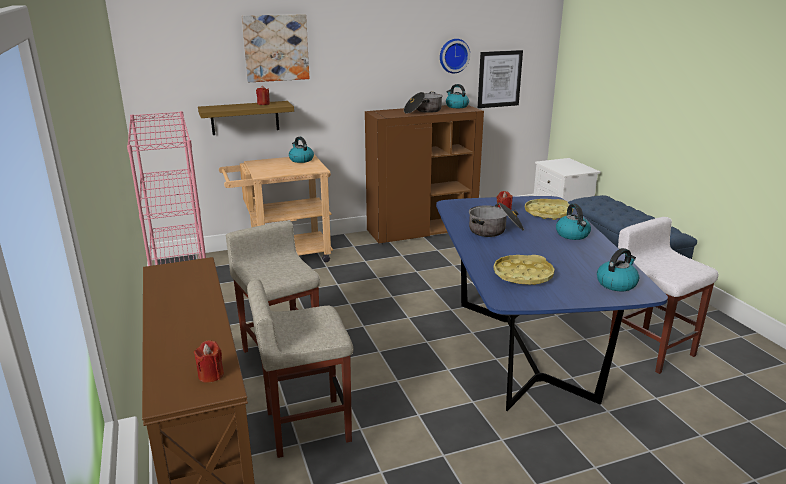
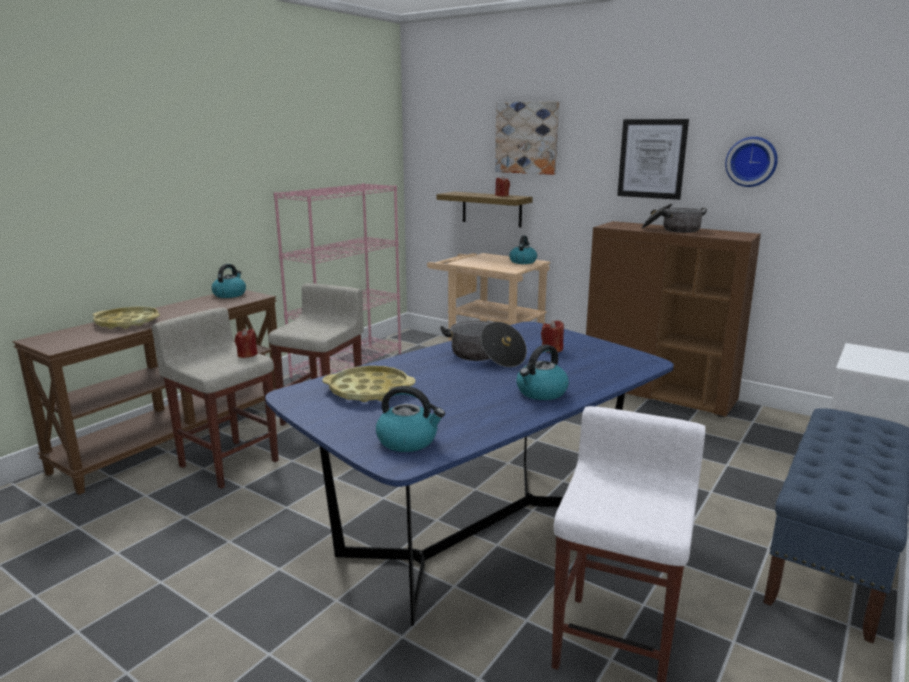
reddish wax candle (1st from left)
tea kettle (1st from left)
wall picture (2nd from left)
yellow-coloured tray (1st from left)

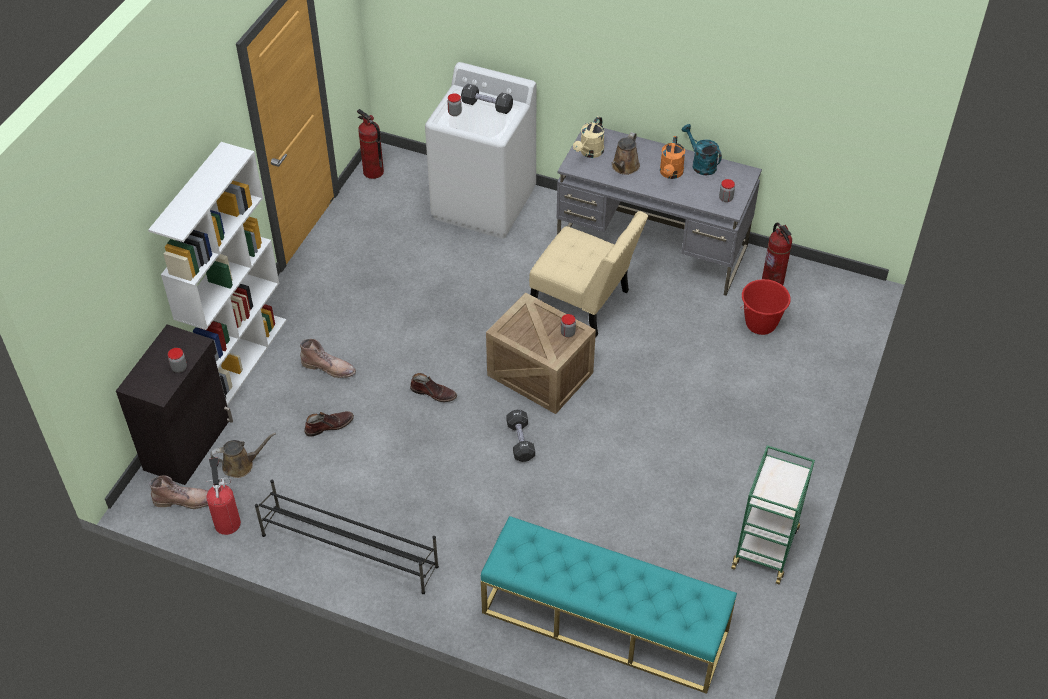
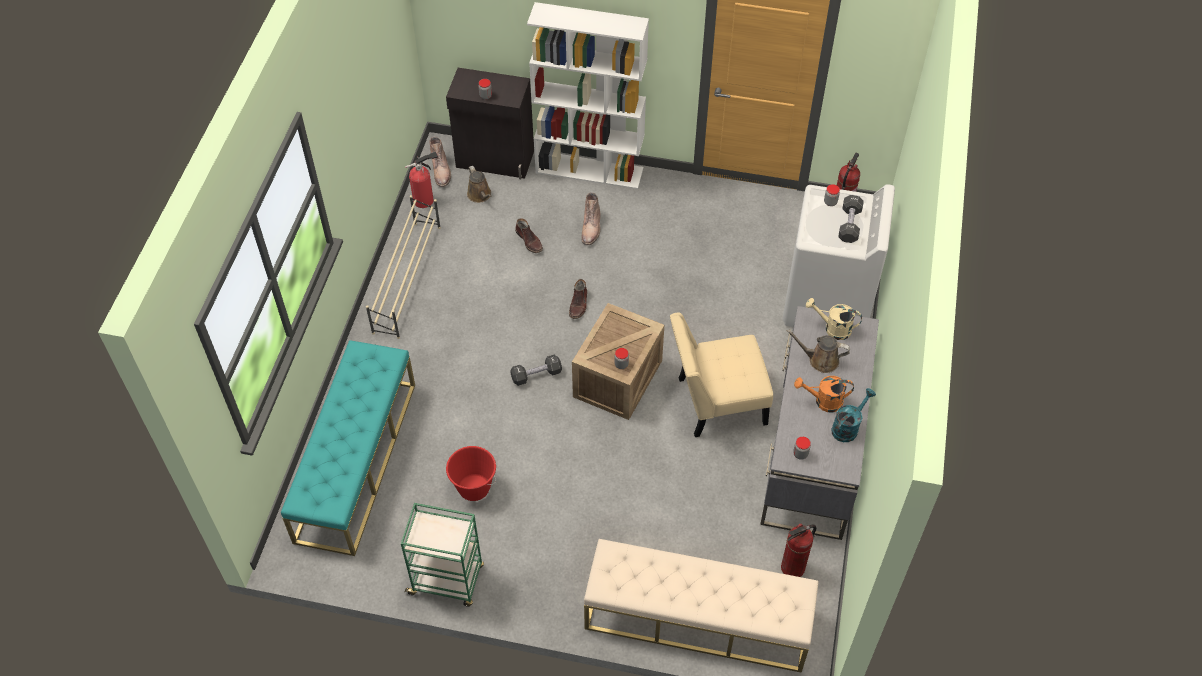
sand-coloured indoor bench
reddish pail
sand-coloured shoe rack
sand-coloured chair

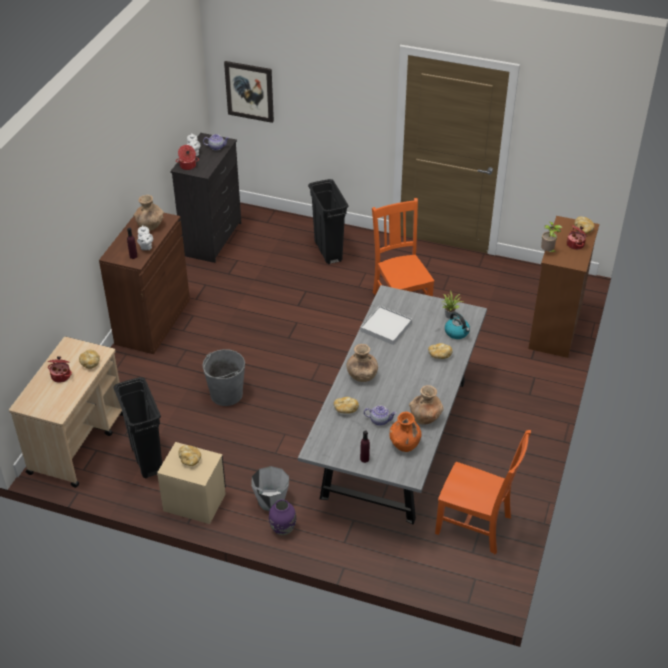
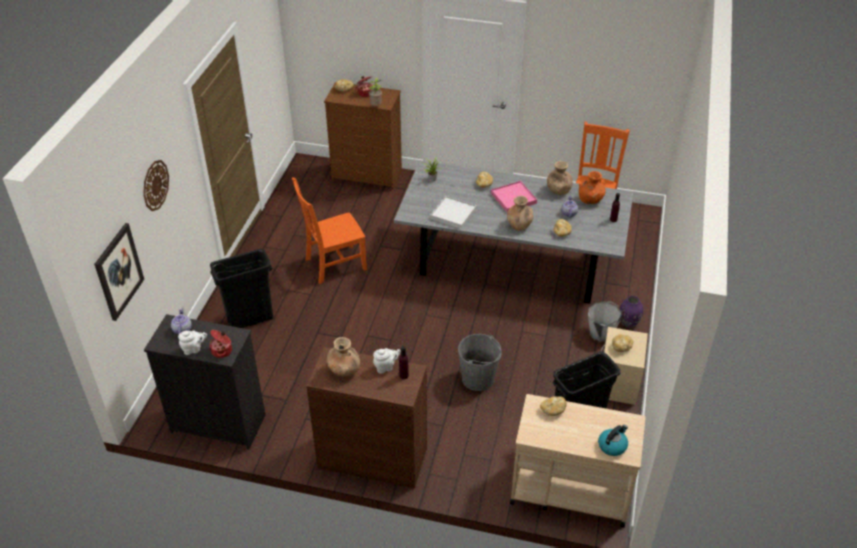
saucepot (1st from left in the first image)
wall clock
pink-coloured tray
tea kettle

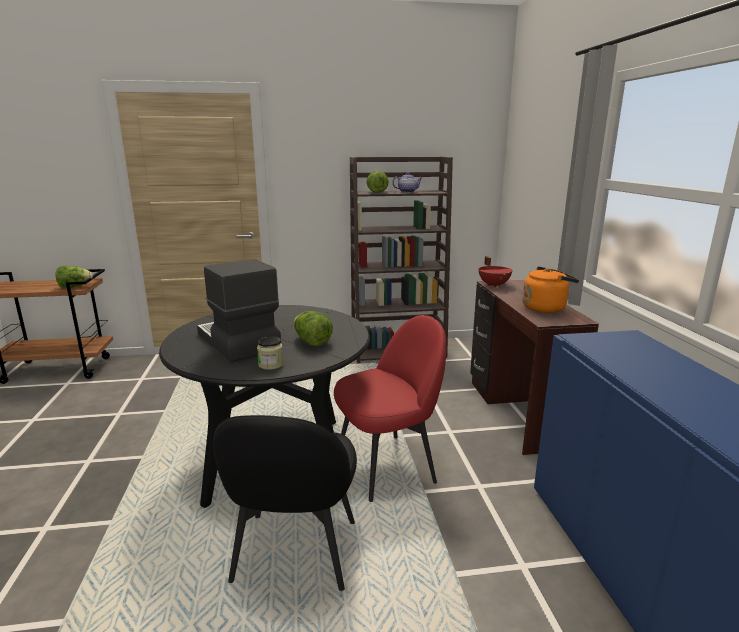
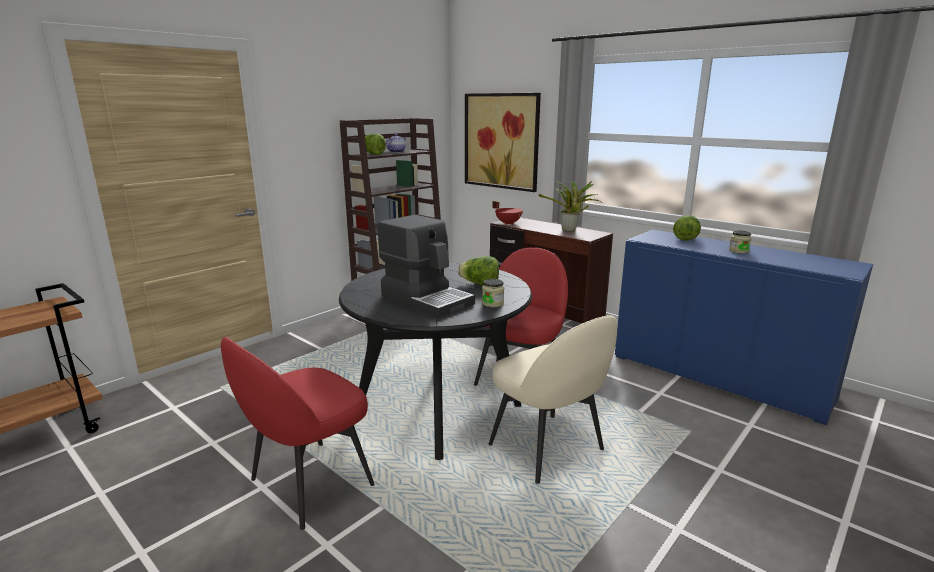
reddish chair (1st from left)
wall picture
jar (2nd from left)
lettuce head (3rd from left)
potted plant
sand-coloured chair
coffee machine

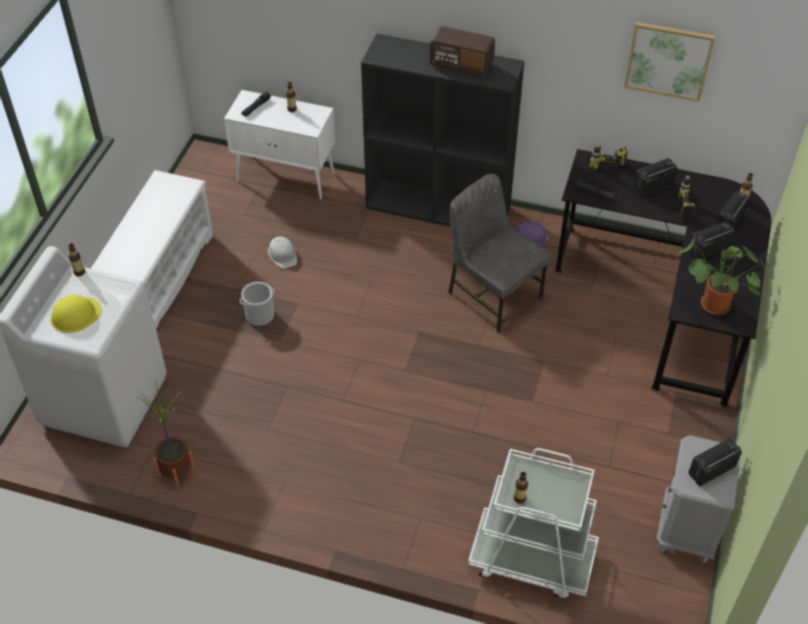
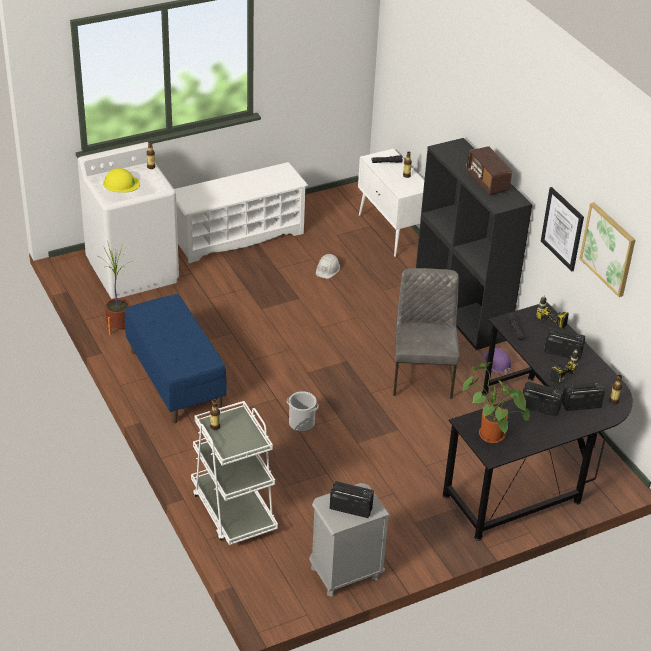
blue-coloured indoor bench
wall picture (1st from left)
pail

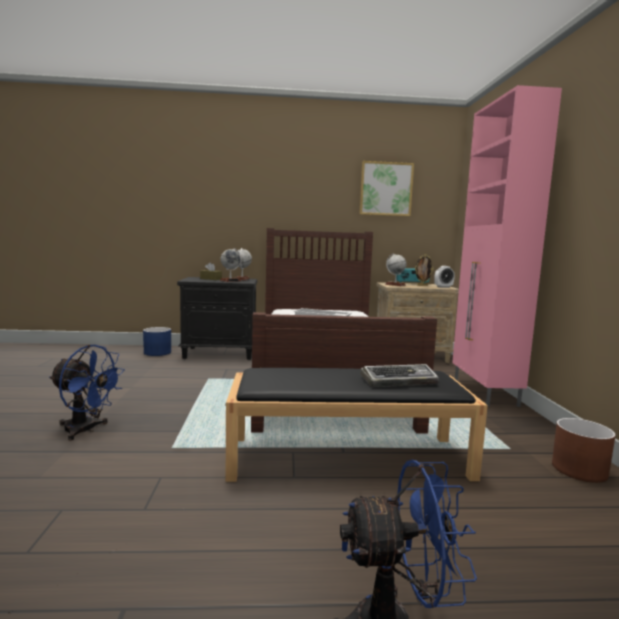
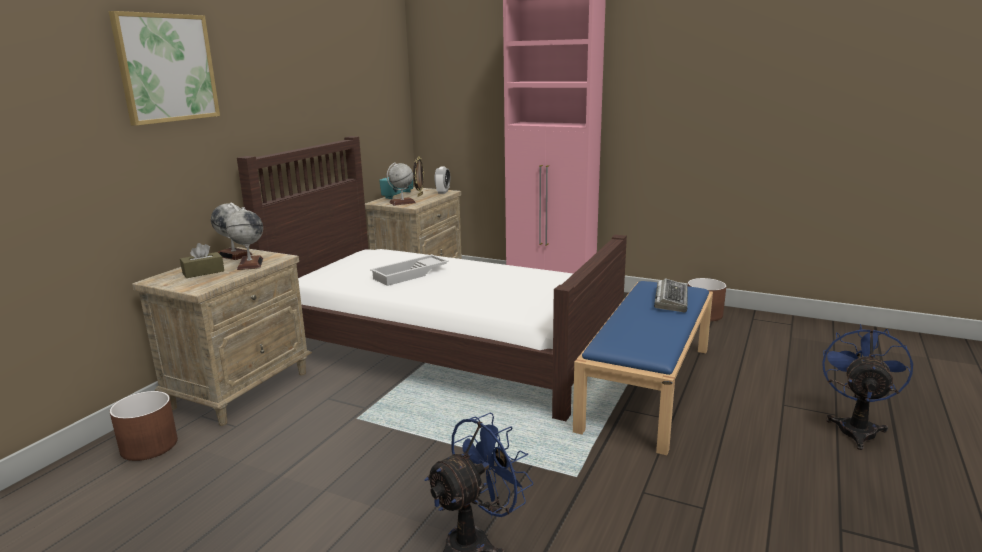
wall picture
brownish flower pot (1st from left)
sand-coloured night table (1st from left)
blue-coloured indoor bench

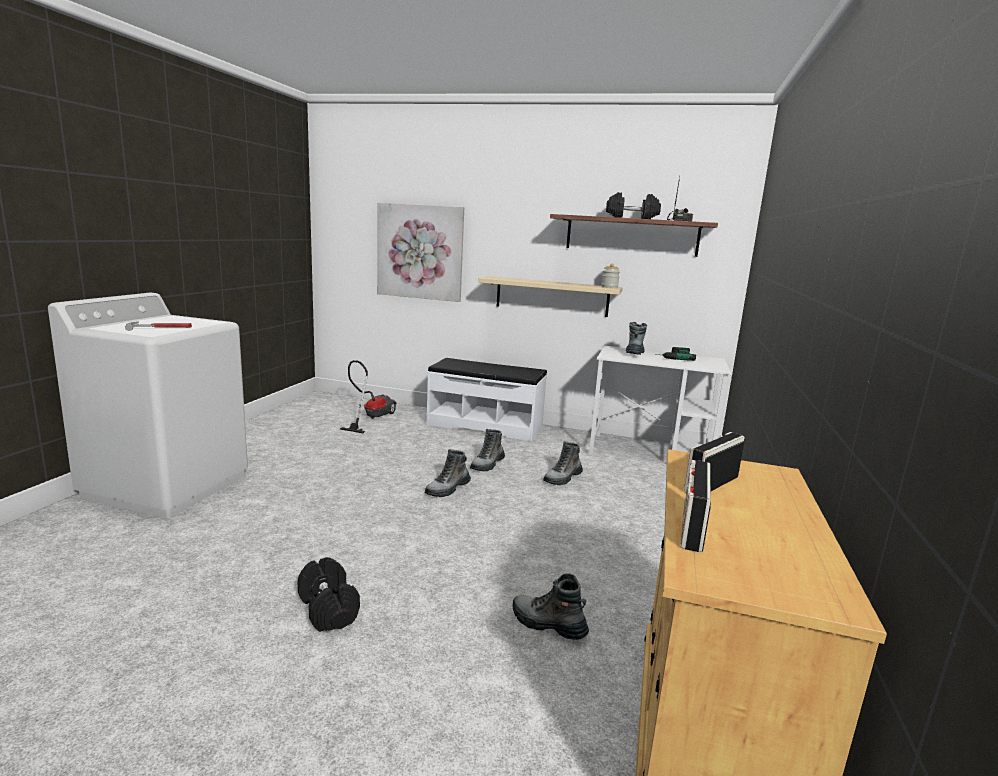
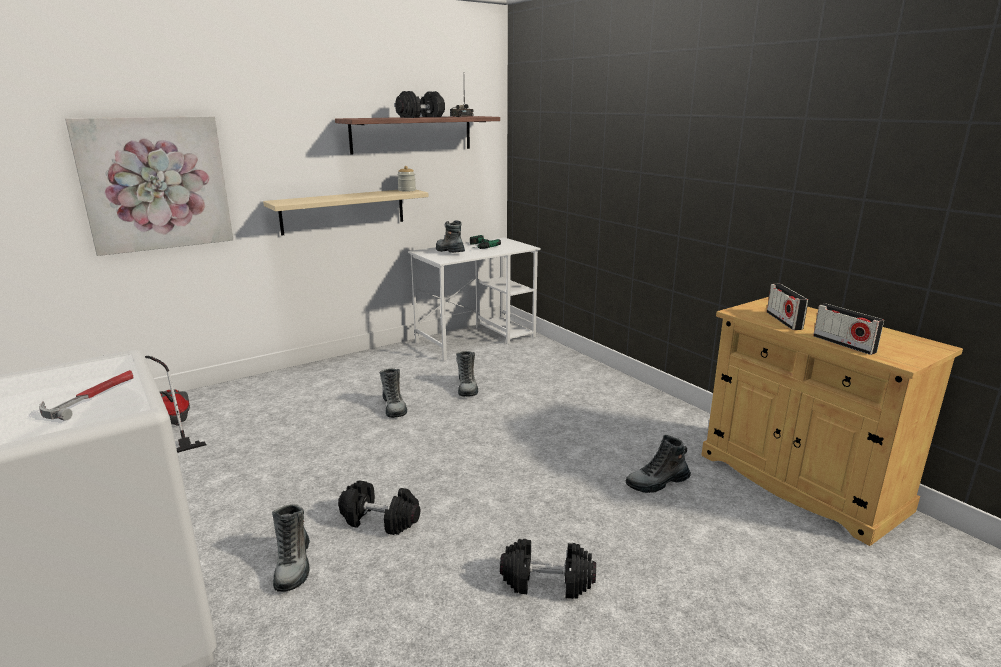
whitish indoor bench
black-coloured hand weight (1st from left)
high-top boot (1st from left)

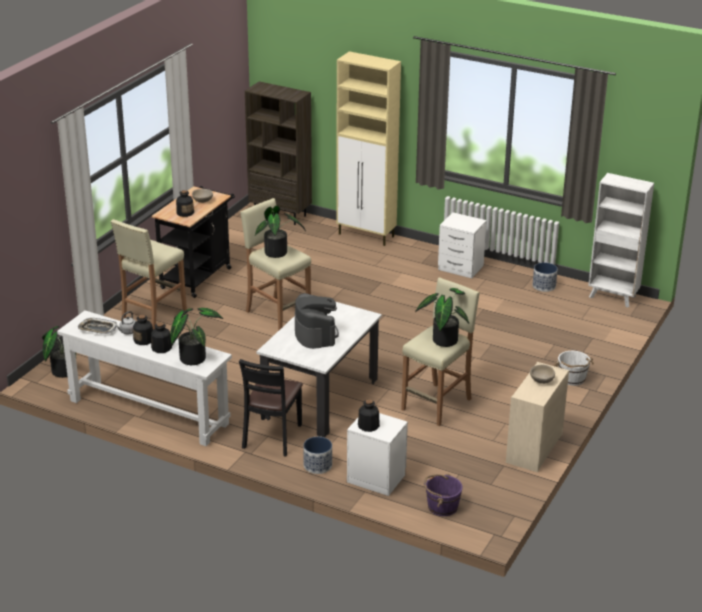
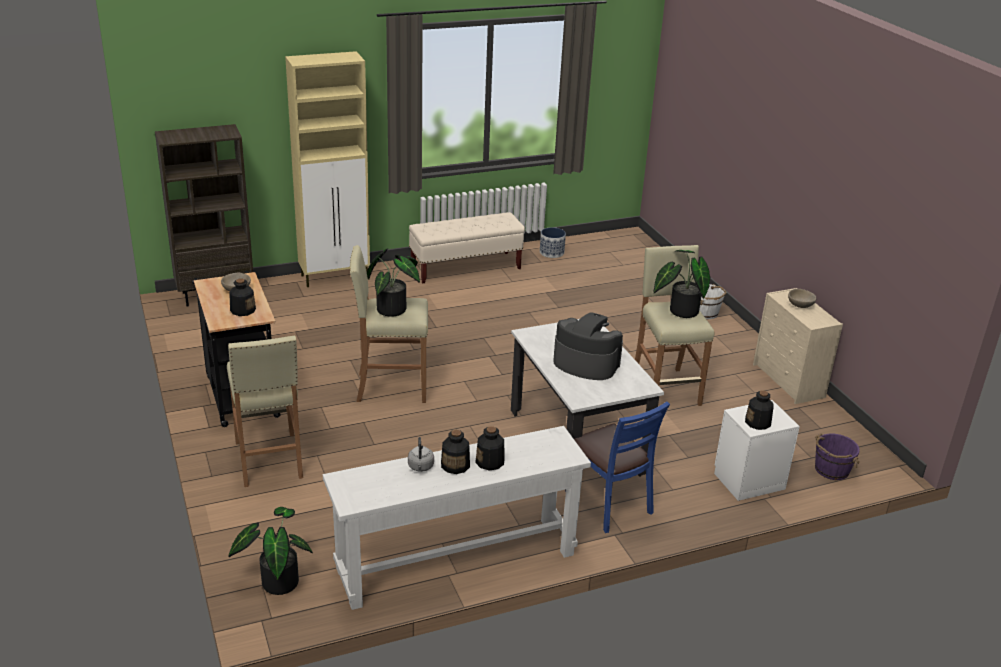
tray
potted plant (2nd from left in the first image)
flower pot (1st from left in the first image)
whitish bookcase
sand-coloured indoor bench
blue-coloured chair

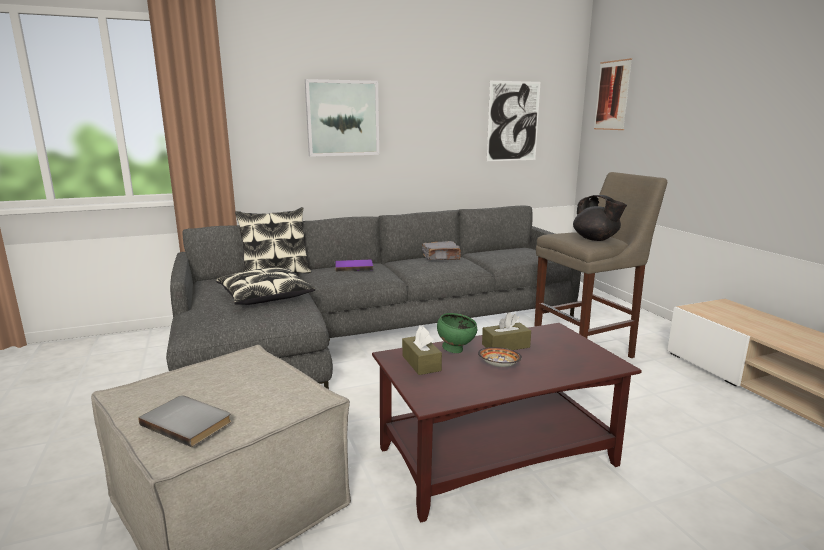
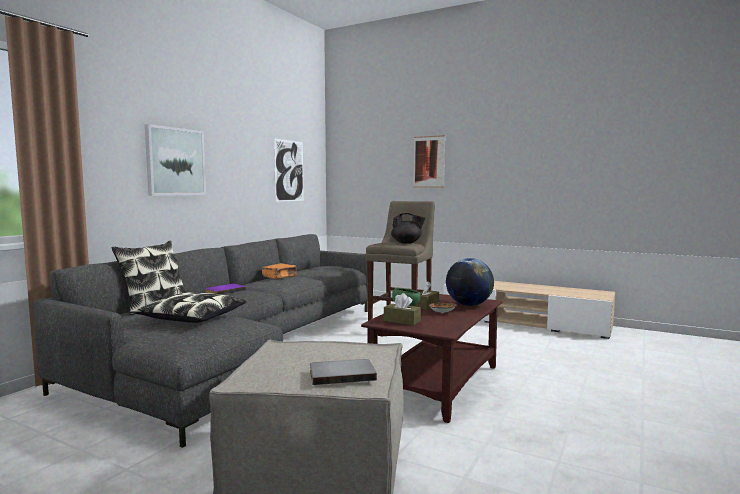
globe
wall picture (3rd from left)
orangey volume

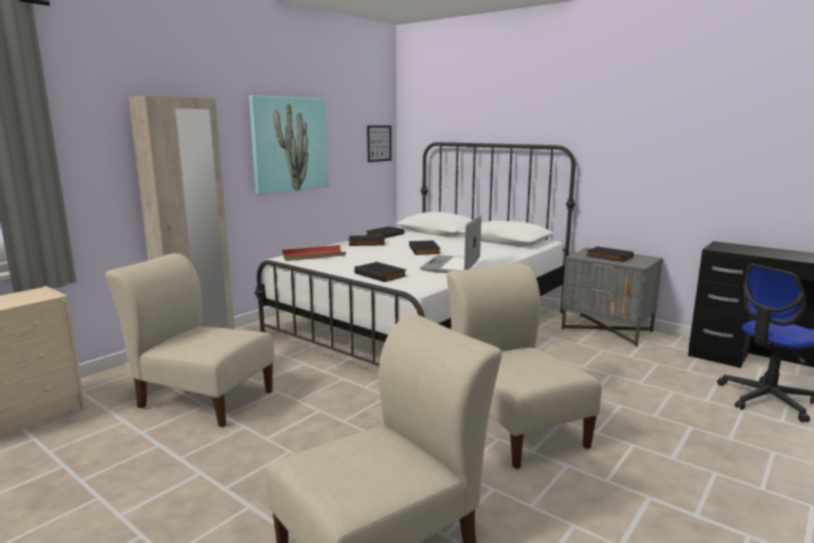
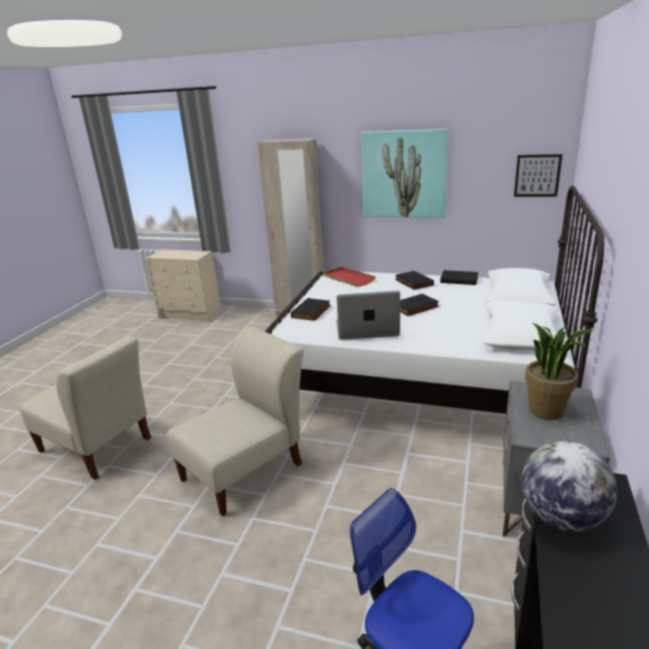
sand-coloured chair (1st from left in the first image)
globe
potted plant

